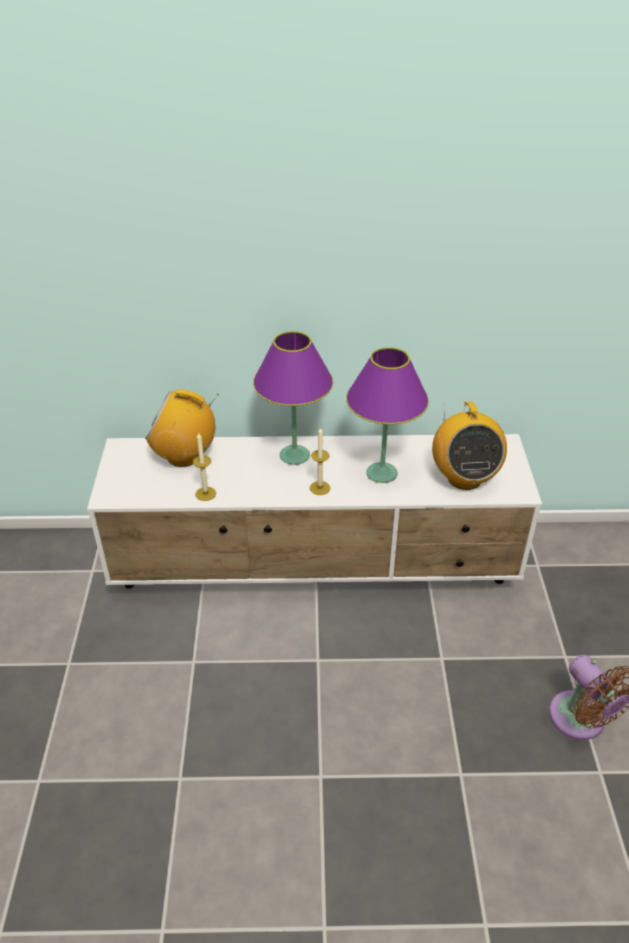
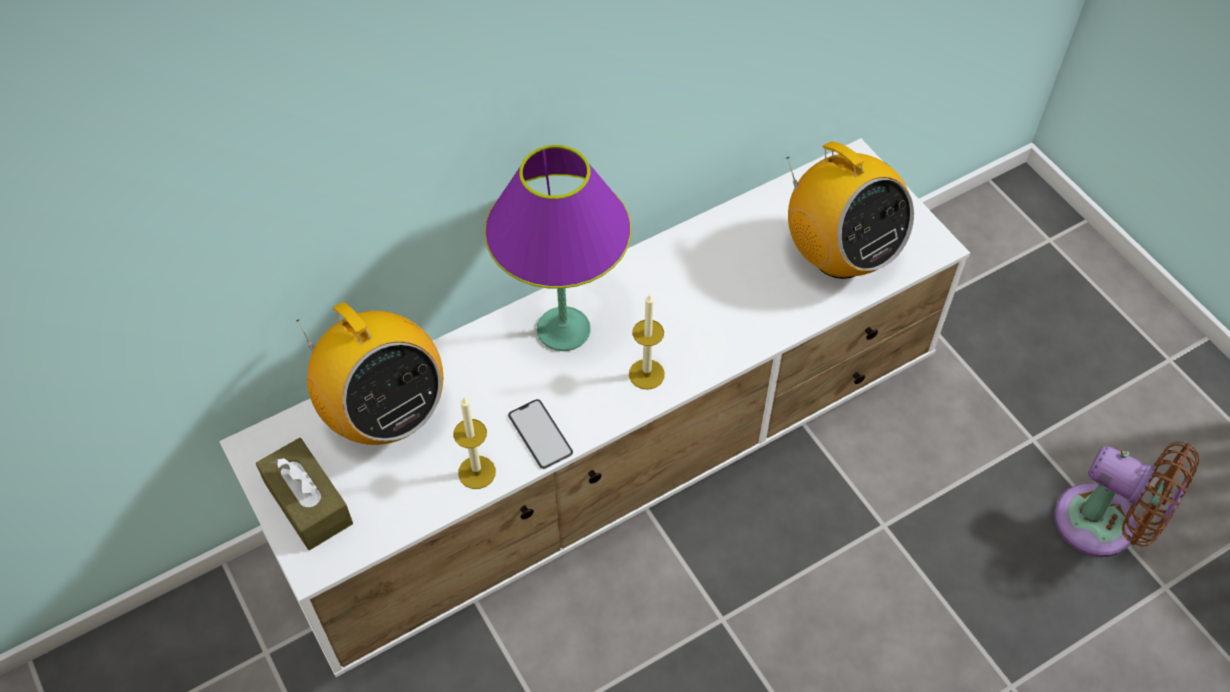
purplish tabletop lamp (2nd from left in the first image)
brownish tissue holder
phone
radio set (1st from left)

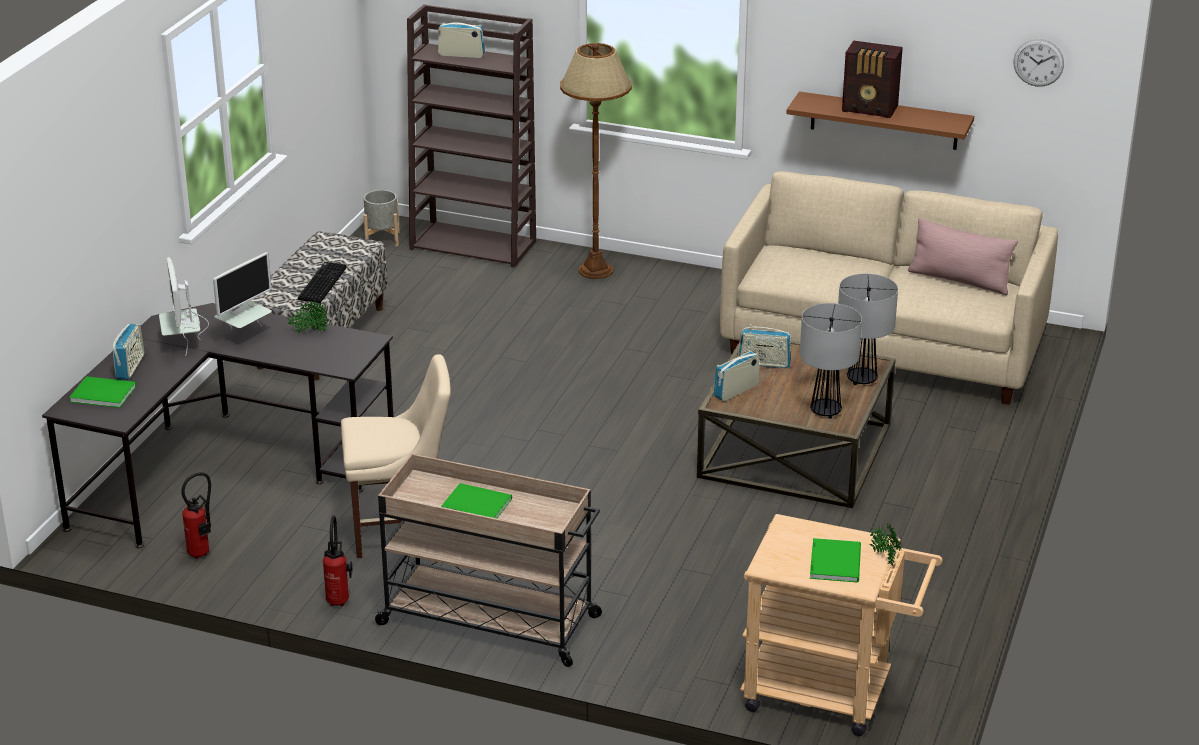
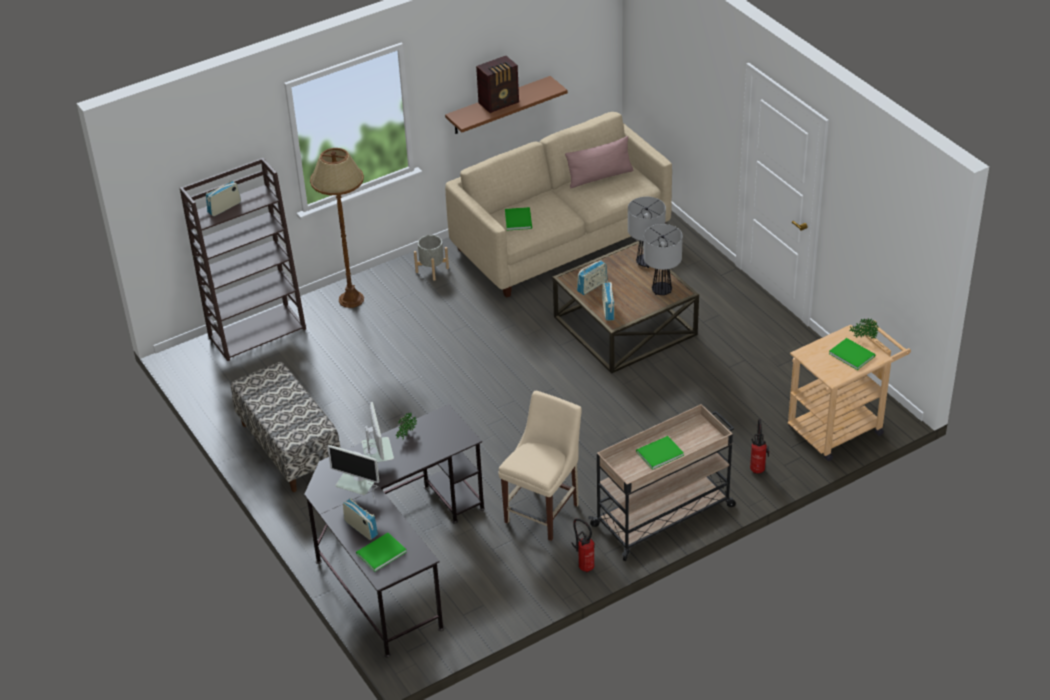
keyboard
wall clock
green volume (2nd from left)
fire extinguisher (2nd from left)
grey flower pot

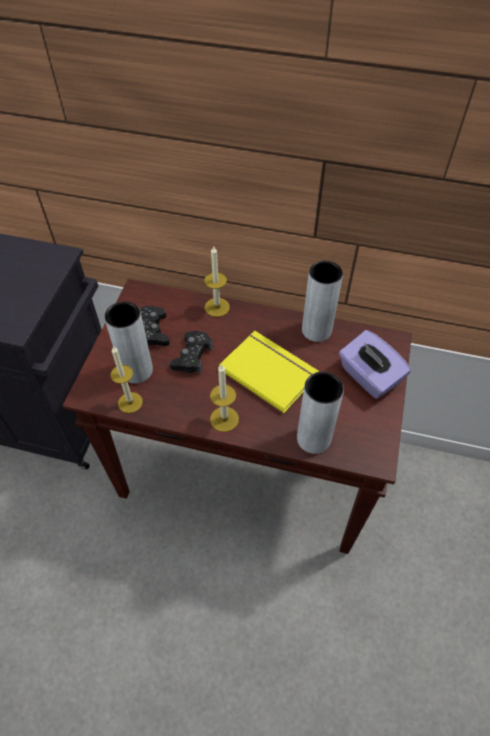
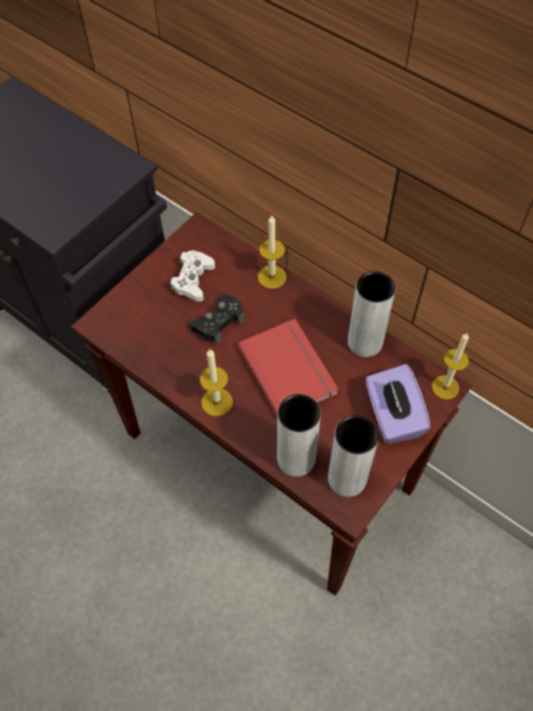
grey decorative vase (2nd from left)
wax candle (3rd from left)
whitish game controller
reddish volume

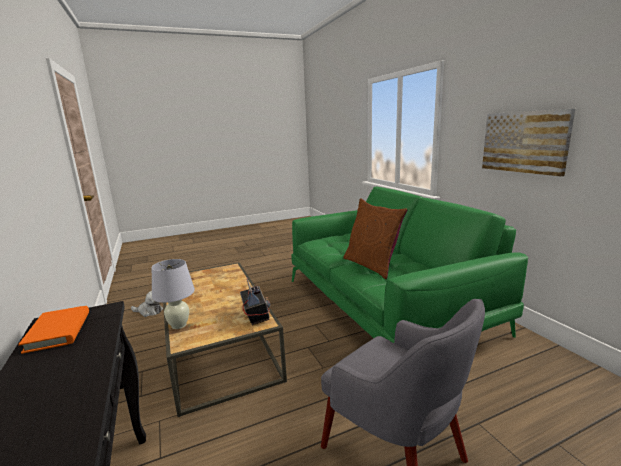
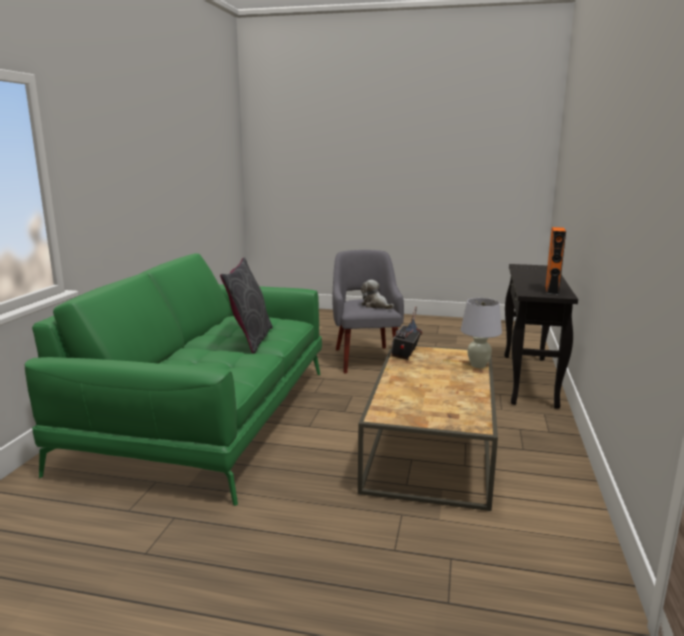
wall picture
plush toy
orangey speaker
grey throw pillow

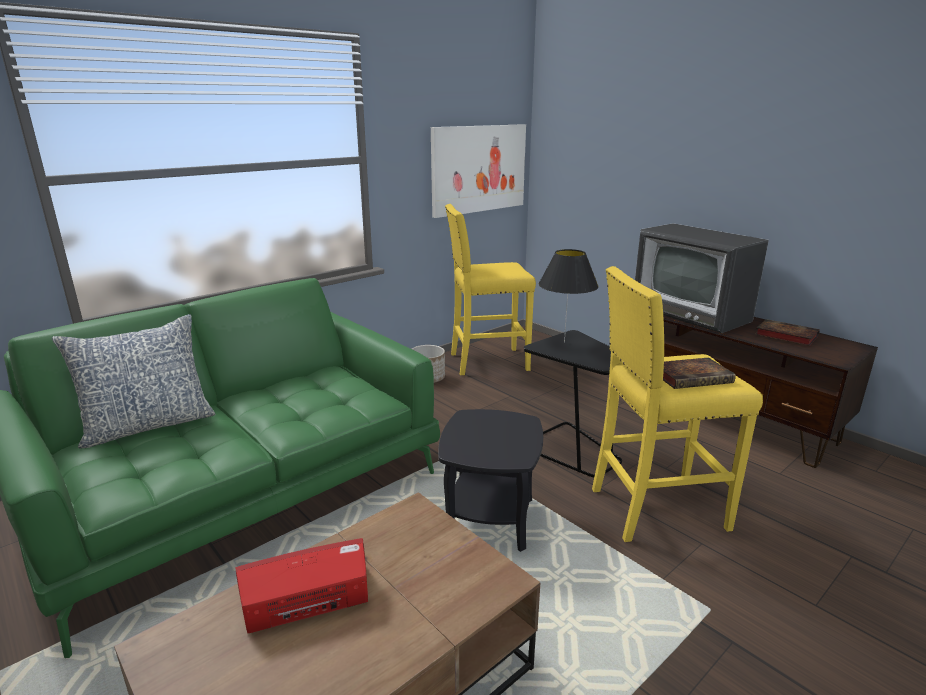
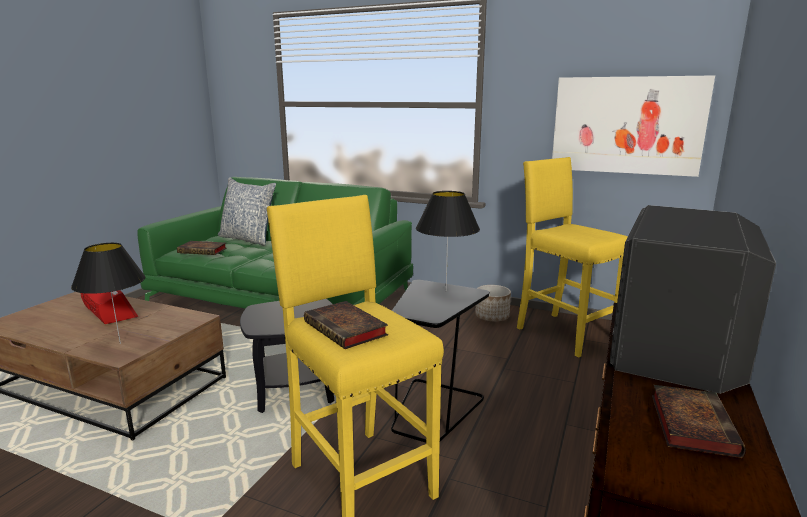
black-coloured tabletop lamp (1st from left)
volume (1st from left)

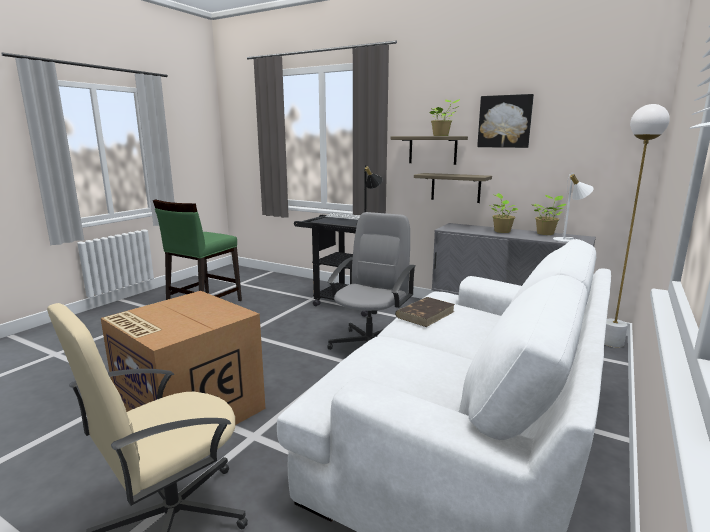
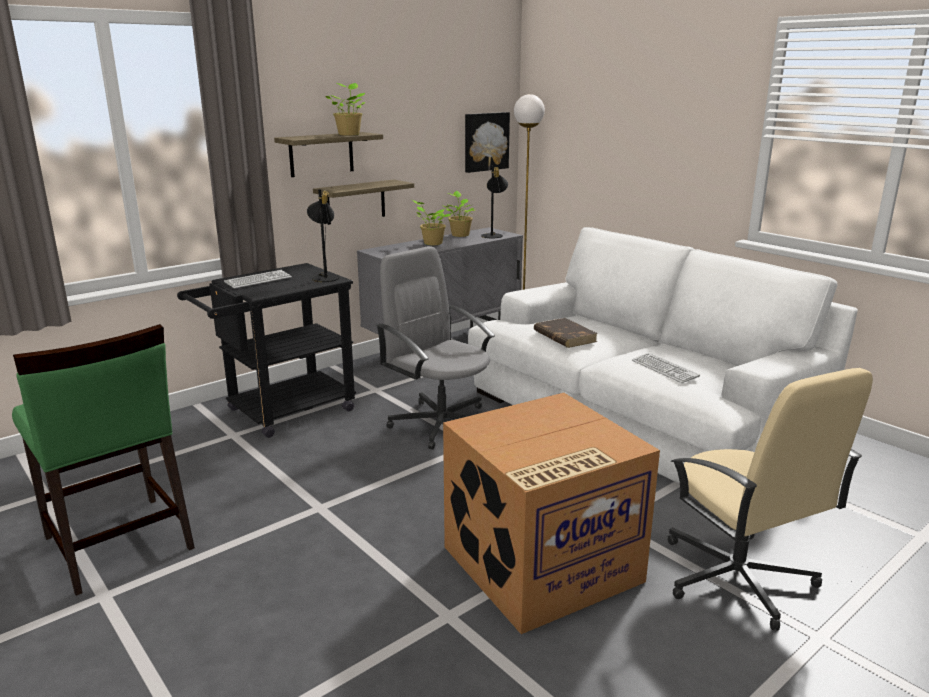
keyboard (2nd from left)
wall picture
black-coloured tabletop lamp (2nd from left)

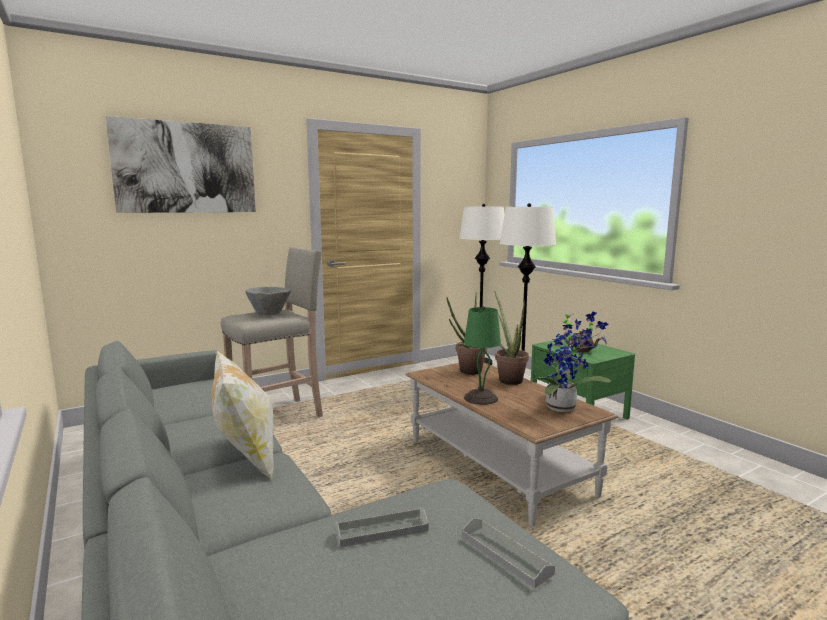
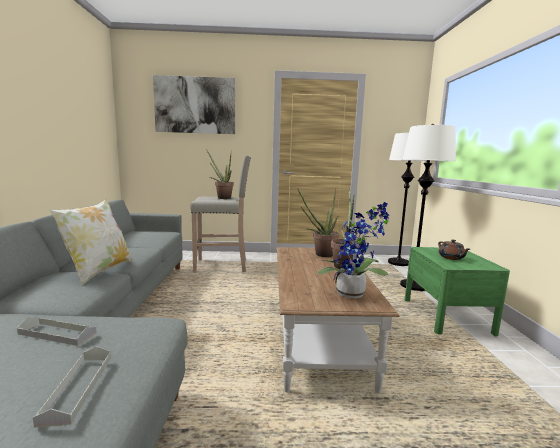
green tabletop lamp
potted plant (1st from left)

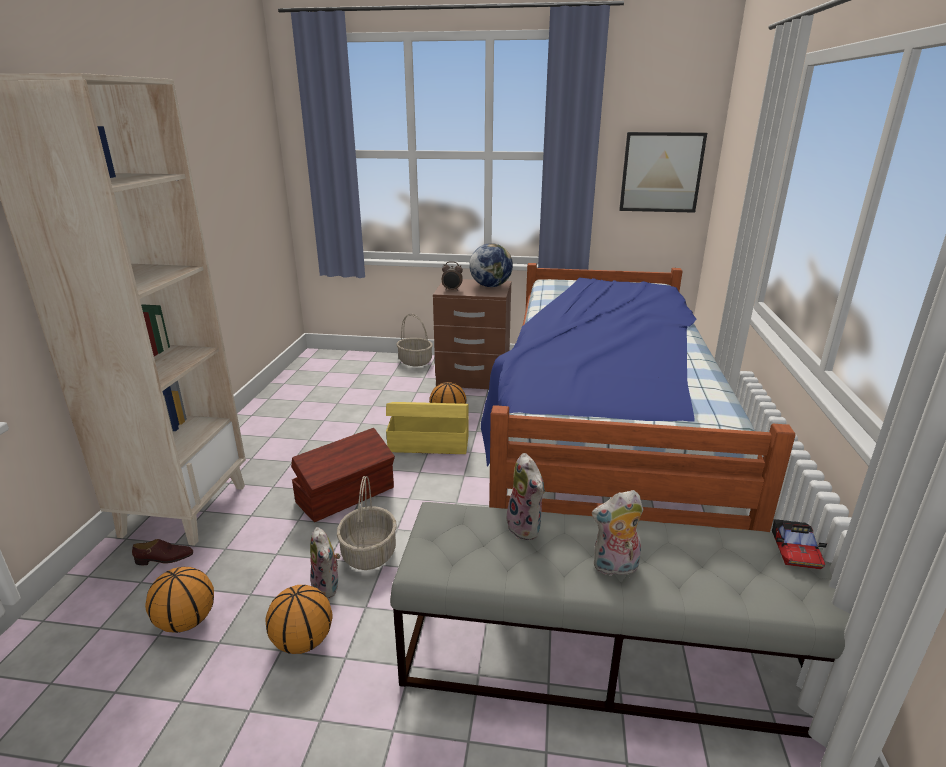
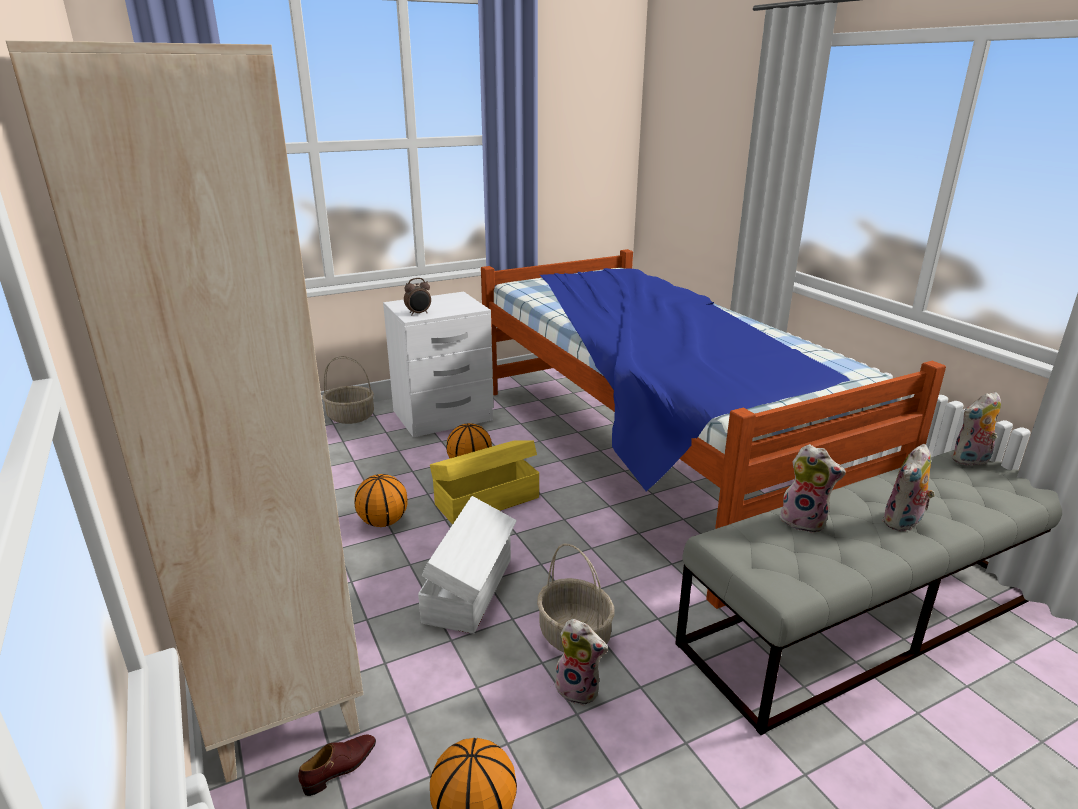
globe
wall picture
ball for basketball (1st from left)
plush toy (4th from left)
whitish storage container
whitish night table

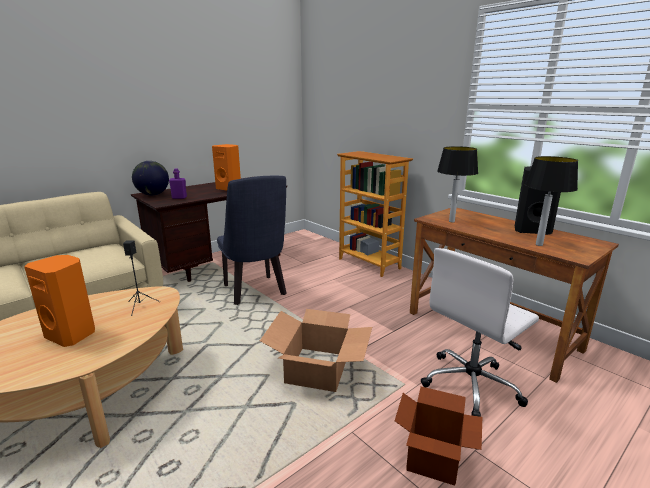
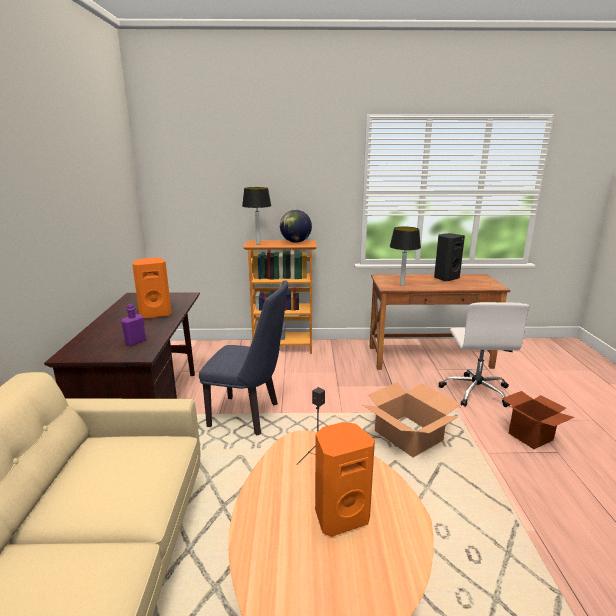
globe
tabletop lamp (1st from left)

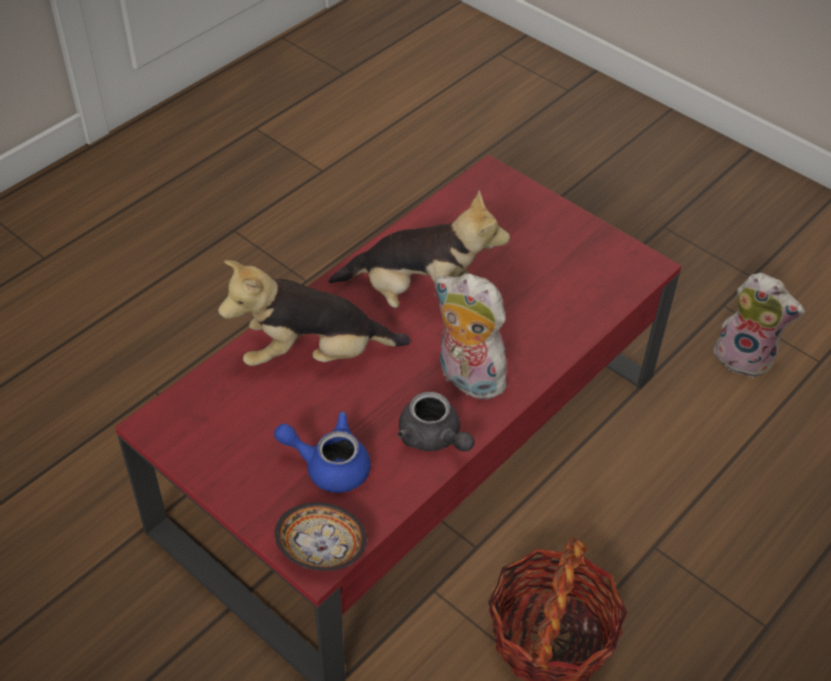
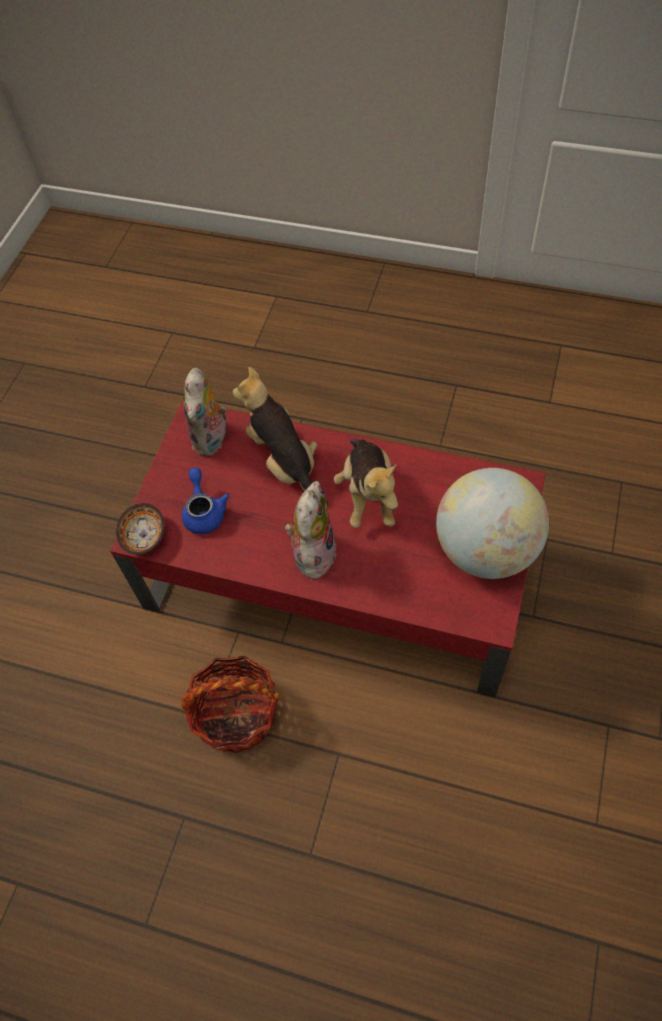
grey teapot
globe
plush toy (1st from left)

